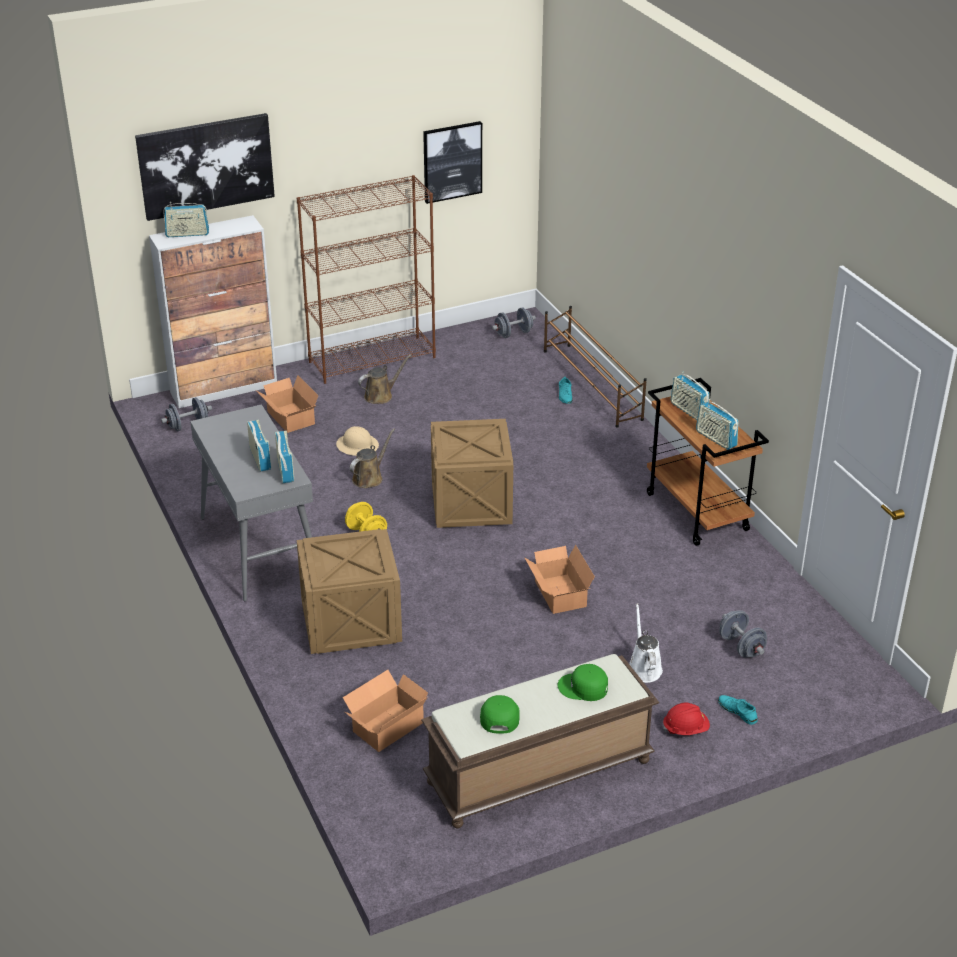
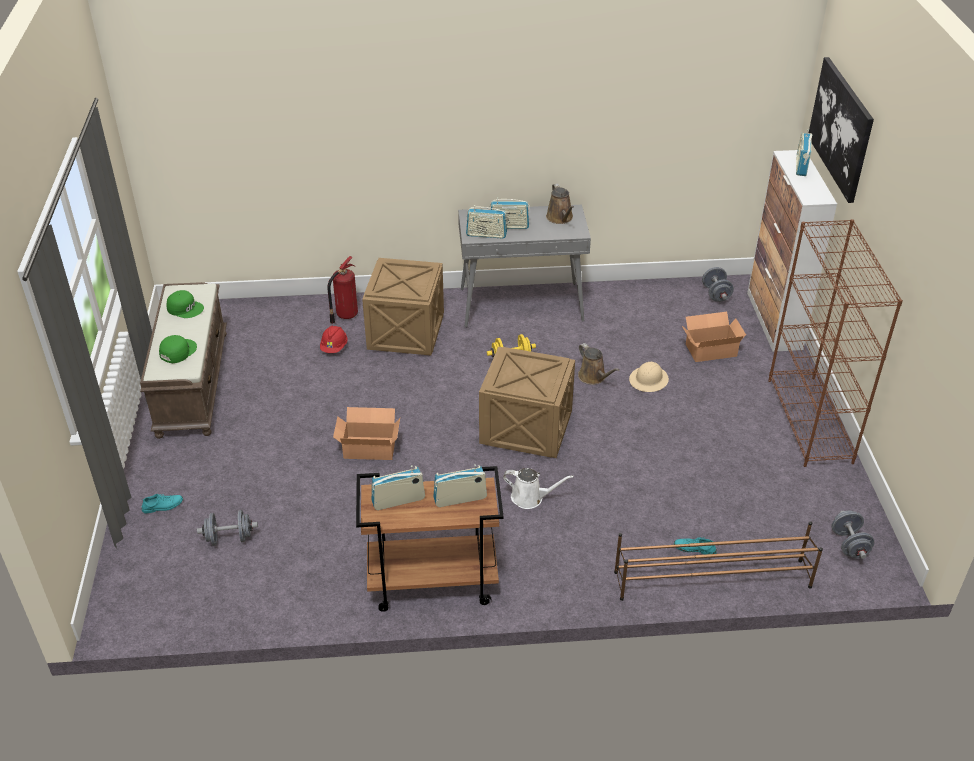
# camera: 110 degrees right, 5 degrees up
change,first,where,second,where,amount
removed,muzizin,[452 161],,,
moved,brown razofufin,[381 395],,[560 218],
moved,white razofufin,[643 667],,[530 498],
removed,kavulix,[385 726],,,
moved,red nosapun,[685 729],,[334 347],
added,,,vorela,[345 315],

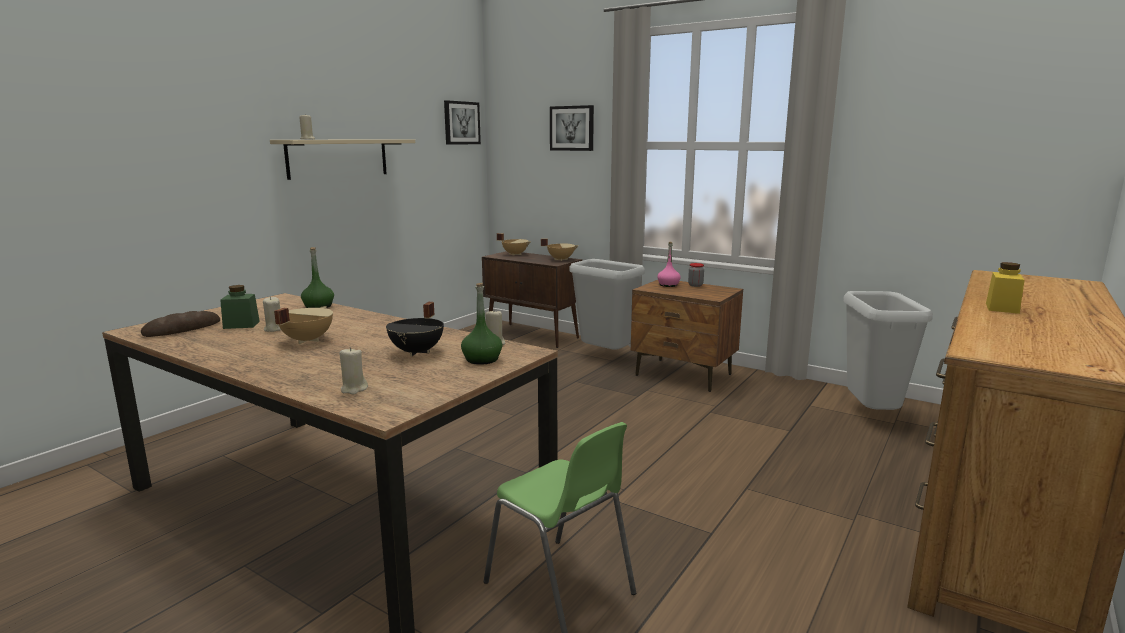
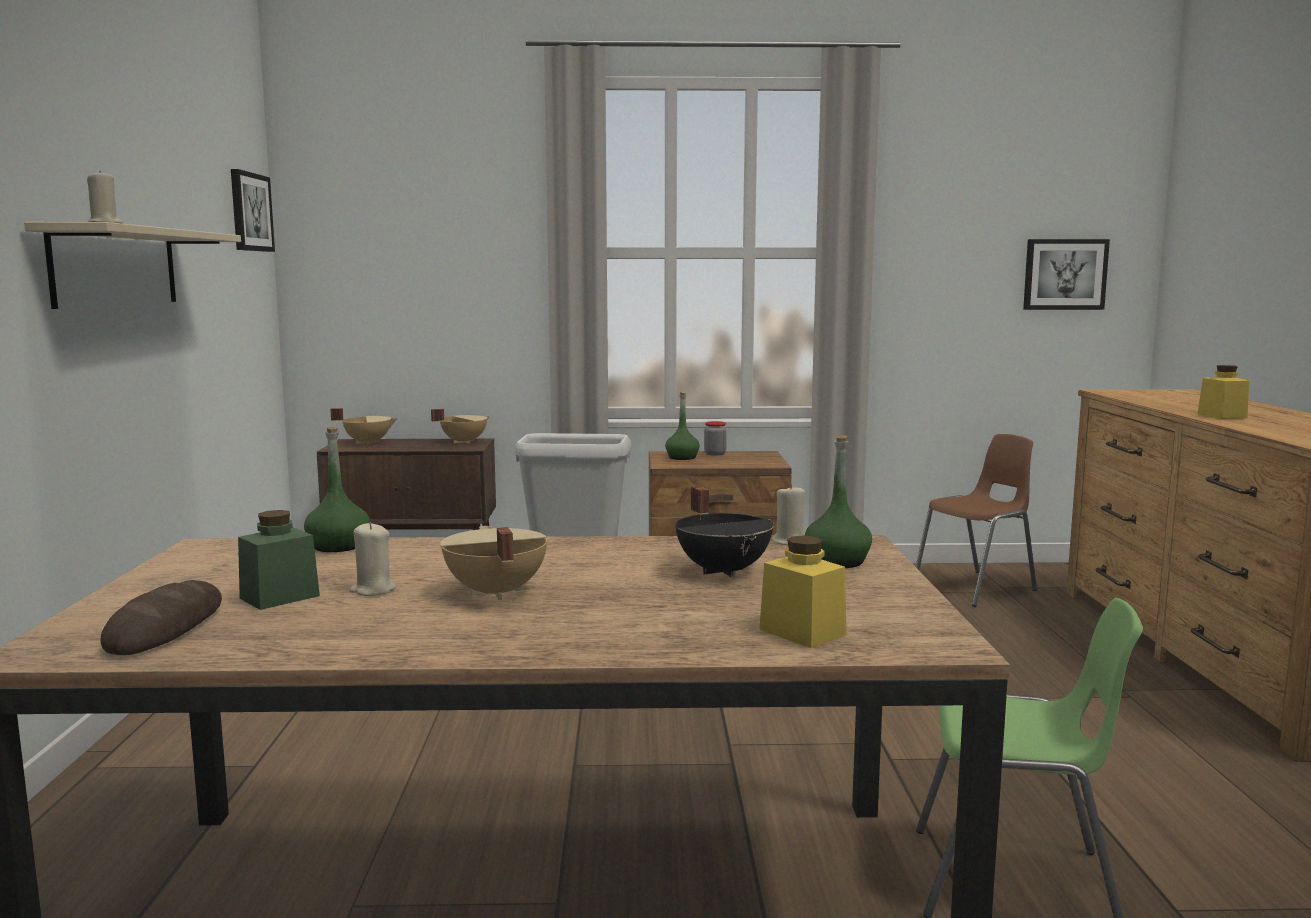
# camera: 35 degrees left, 5 degrees down
change,first,where,second,where,amount
moved,muzizin,[572 128],,[1064 274],
recoloured,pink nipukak,[668 285],green nipukak,[682 457],
replaced,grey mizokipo,[872 415],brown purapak,[976 588],
replaced,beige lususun,[354 389],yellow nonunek,[802 632],

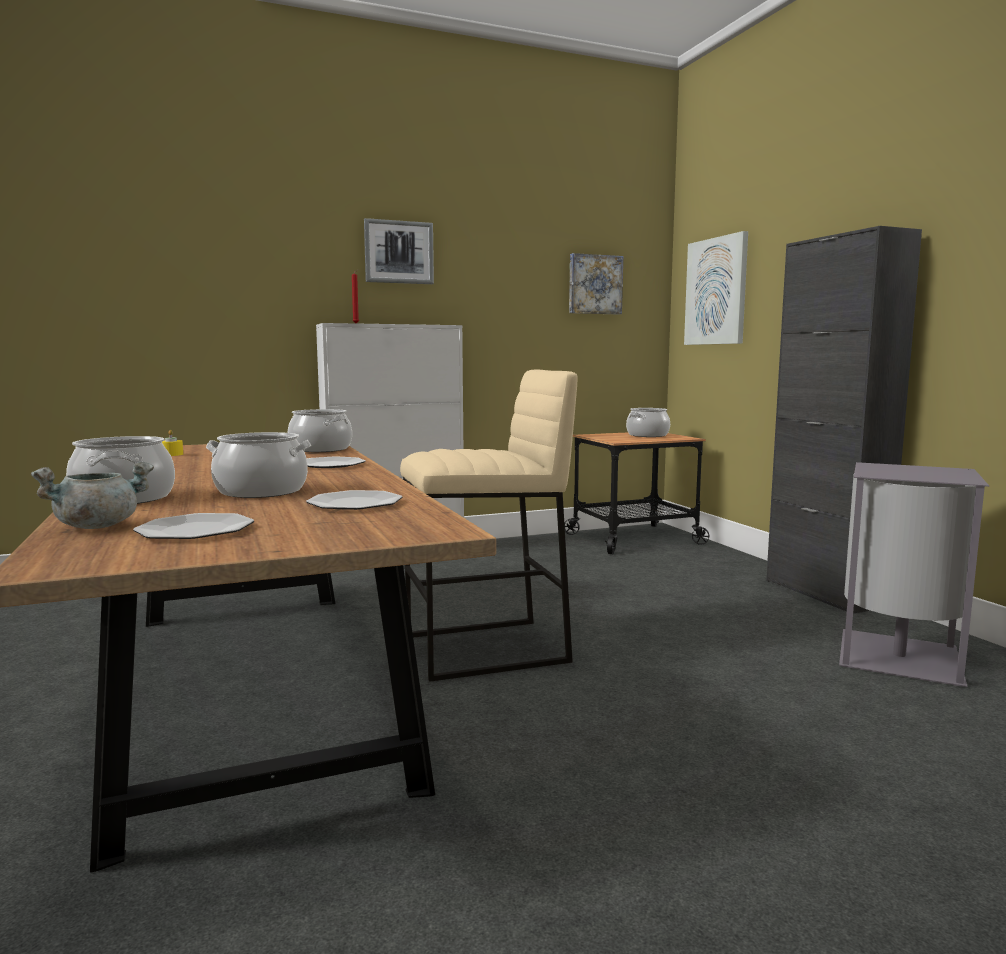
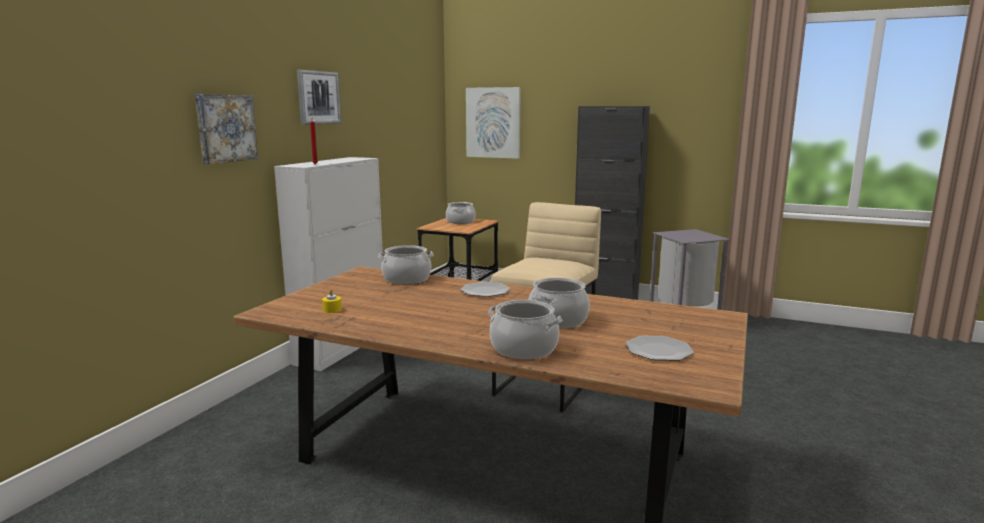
# camera: 45 degrees left, 5 degrees up
change,first,where,second,where,amount
moved,muzizin,[594 284],,[225 128],
removed,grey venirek,[98 526],,,
removed,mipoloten,[355 503],,,

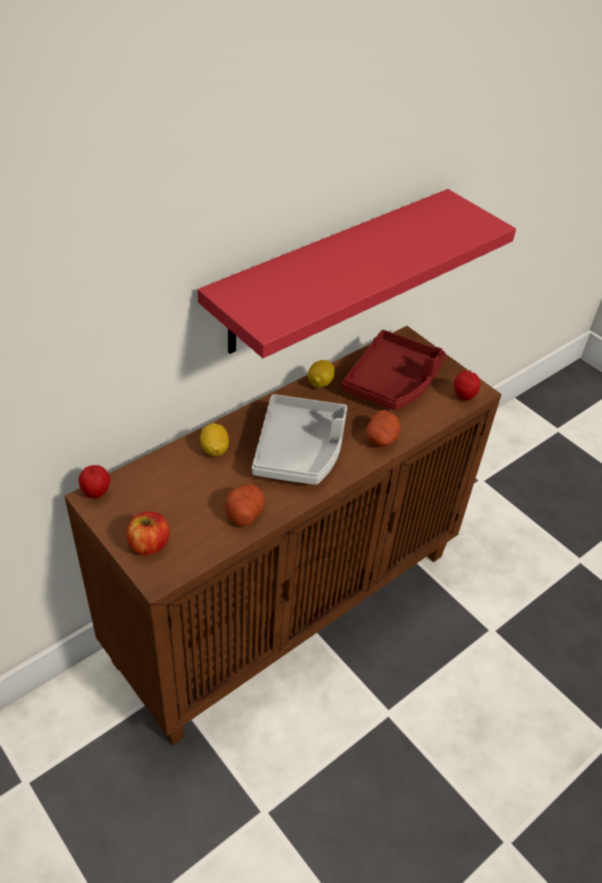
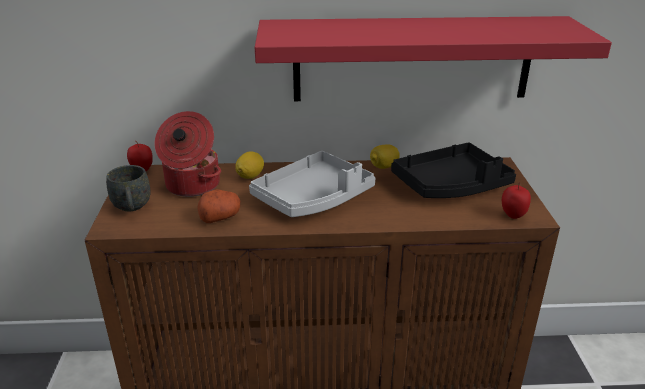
# camera: 40 degrees right, 15 degrees down
change,first,where,second,where,amount
recoloured,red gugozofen,[393 382],black gugozofen,[451 185],
removed,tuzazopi,[382 439],,,
replaced,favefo,[149 544],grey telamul,[132 208],
added,,,venirek,[191 185],

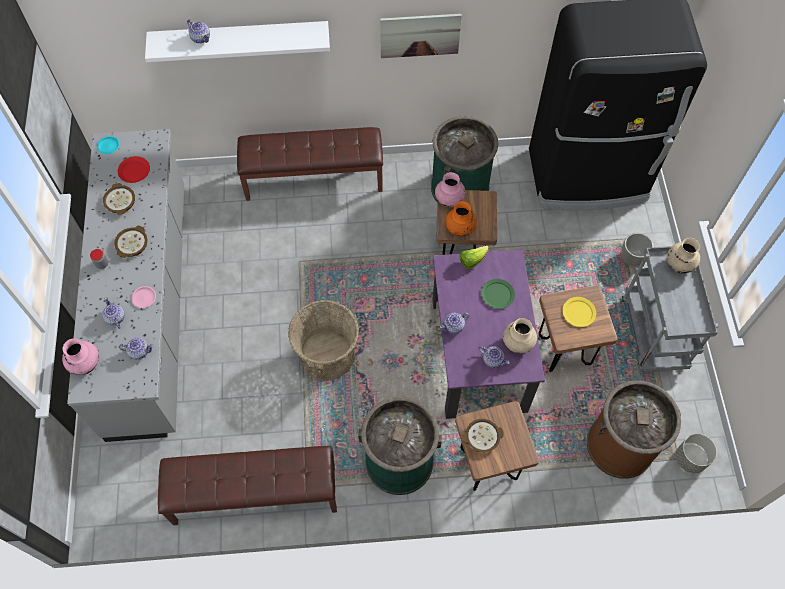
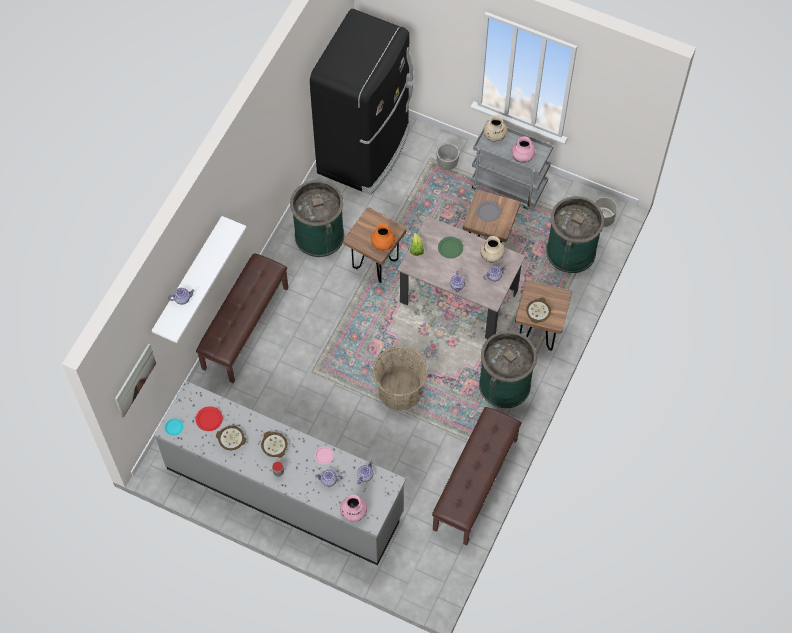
# camera: 60 degrees left, 0 degrees up
change,first,where,second,where,amount
moved,muzizin,[420 35],,[134 380],
moved,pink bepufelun,[449 200],,[522 157],
recoloured,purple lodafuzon,[478 354],beige lodafuzon,[458 297],
recoloured,yellow mipoloten,[579 312],grey mipoloten,[488 211],
recoloured,brown mizokipo,[620 445],green mizokipo,[571 251],

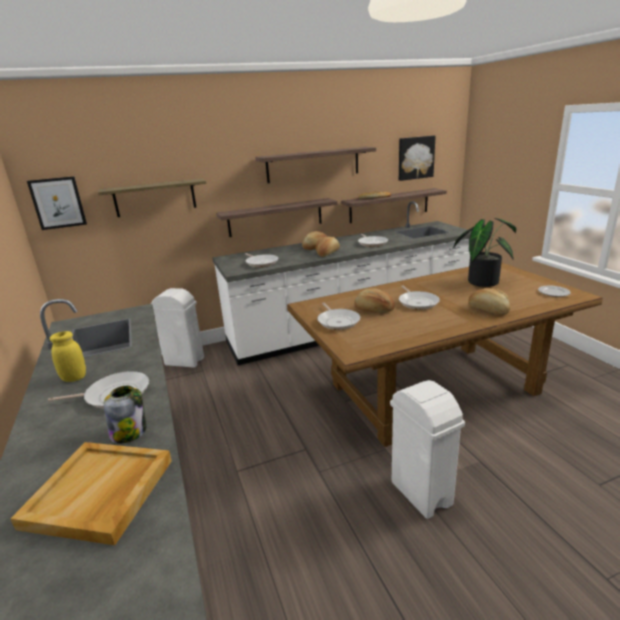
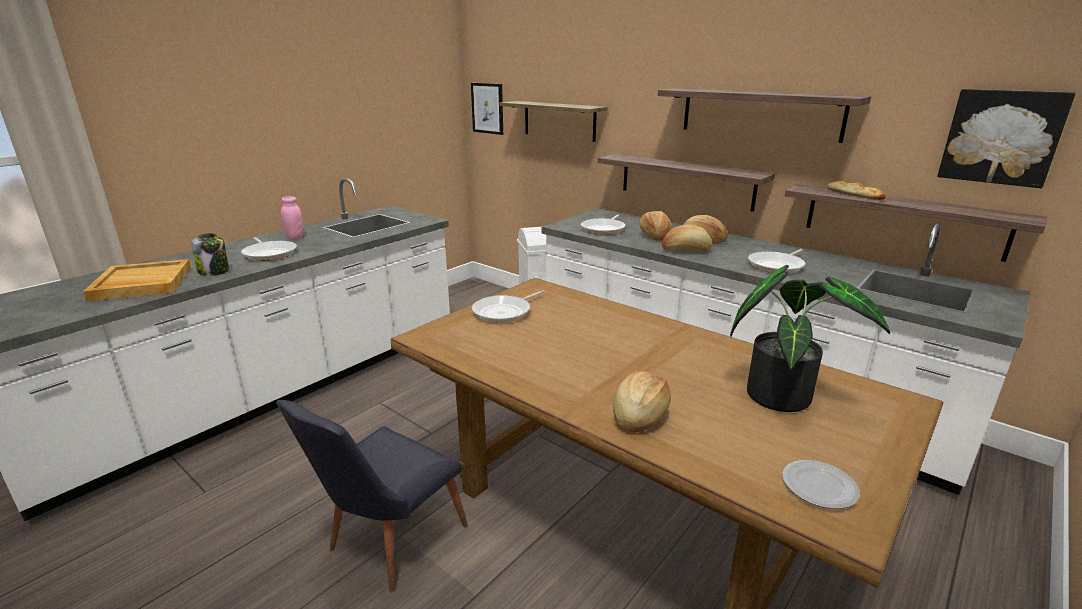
# camera: 60 degrees right, 0 degrees up
change,first,where,second,where,amount
removed,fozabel,[417 302],,,
moved,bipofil,[374 310],,[655 235],
recoloured,yellow nonunek,[74 378],pink nonunek,[295 237],
replaced,white mizokipo,[421 494],black purapak,[387 544],

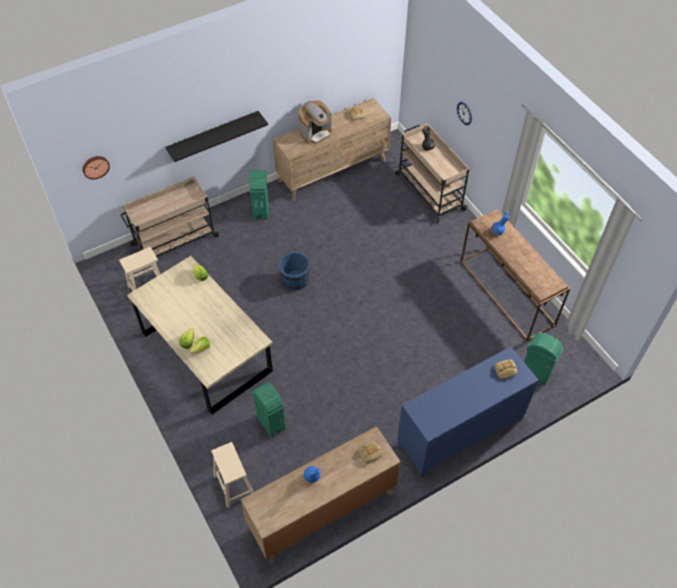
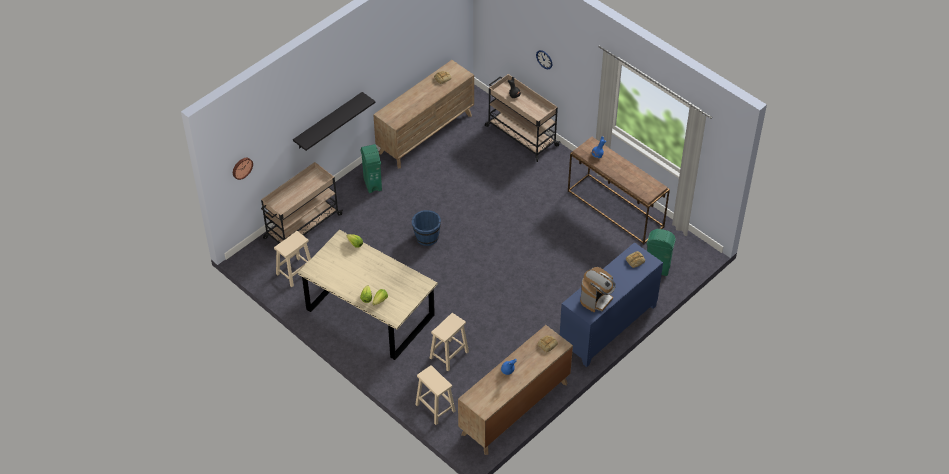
# camera: 15 degrees left, 5 degrees down
change,first,where,second,where,amount
moved,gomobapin,[316 133],,[596 299],
replaced,green mizokipo,[271 424],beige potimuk,[448 355],

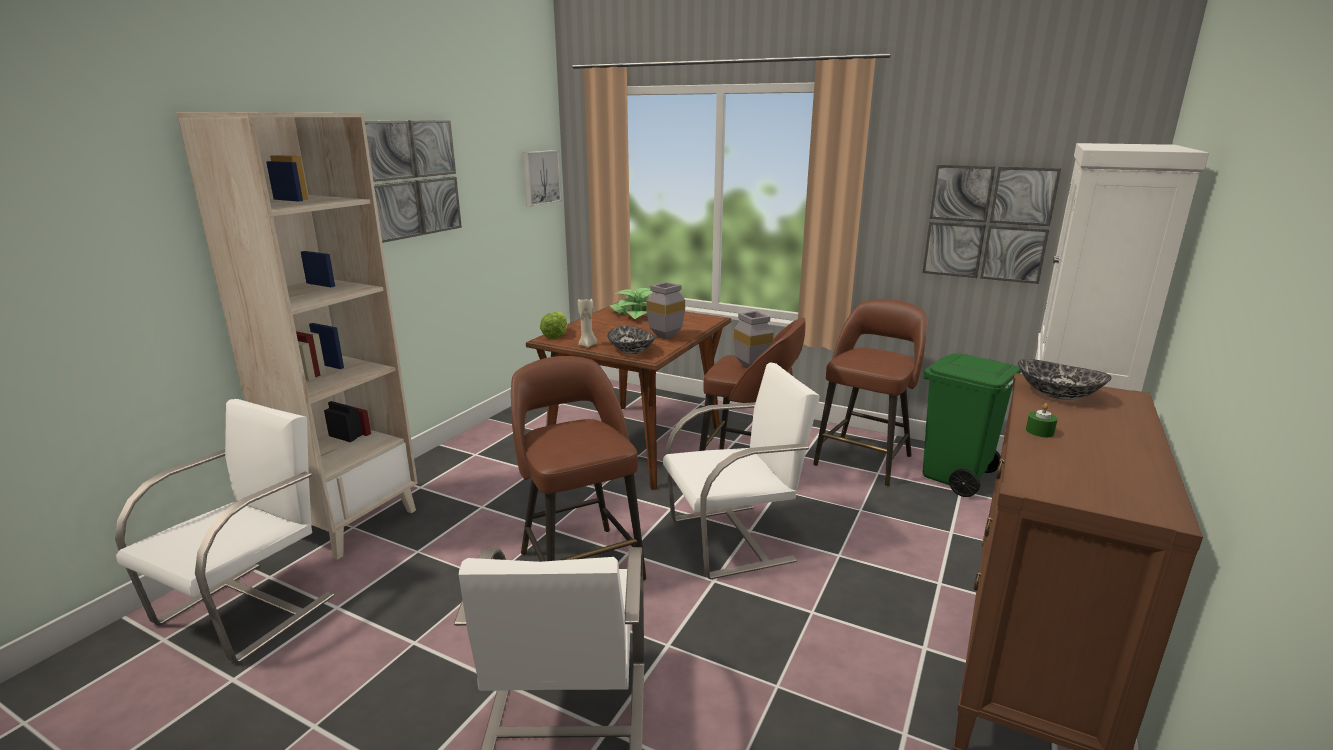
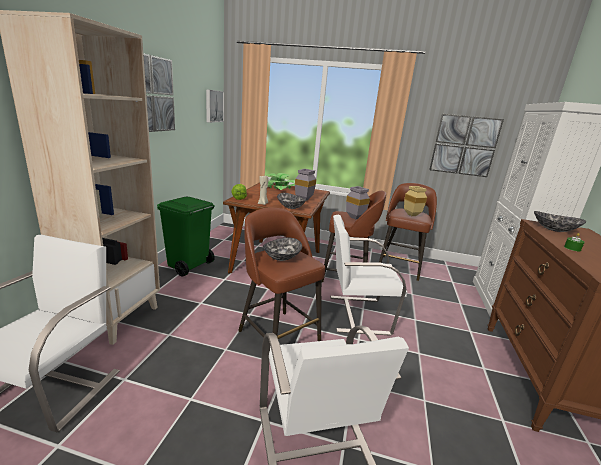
# camera: 15 degrees left, 0 degrees up
change,first,where,second,where,amount
moved,green mizokipo,[956 477],,[188 266],
turned,white purapak,[733 539],,[357 314],150 degrees counterclockwise
added,,,beige bepufelun,[410 215],
added,,,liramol,[281 257],

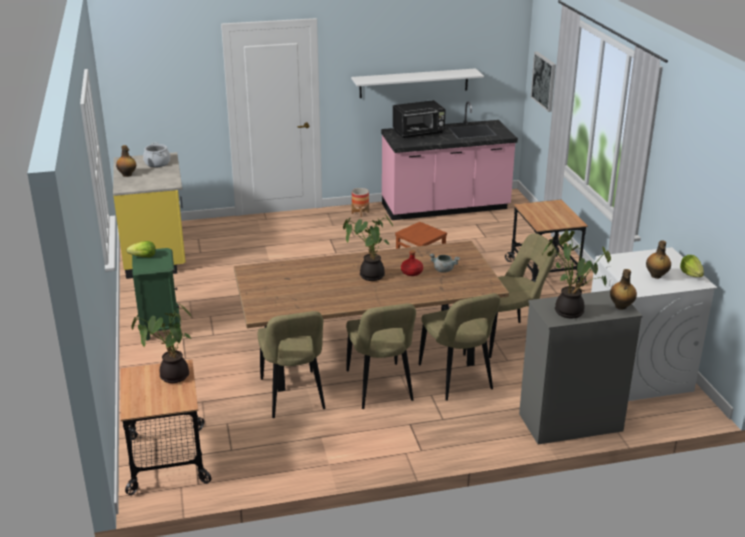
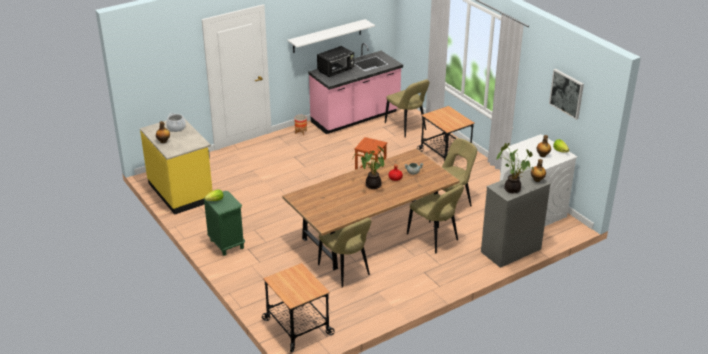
# camera: 20 degrees left, 5 degrees up
change,first,where,second,where,amount
moved,muzizin,[544 81],,[567 93],
moved,beige purapak,[380 388],,[406 127],
removed,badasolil,[171 376],,,

